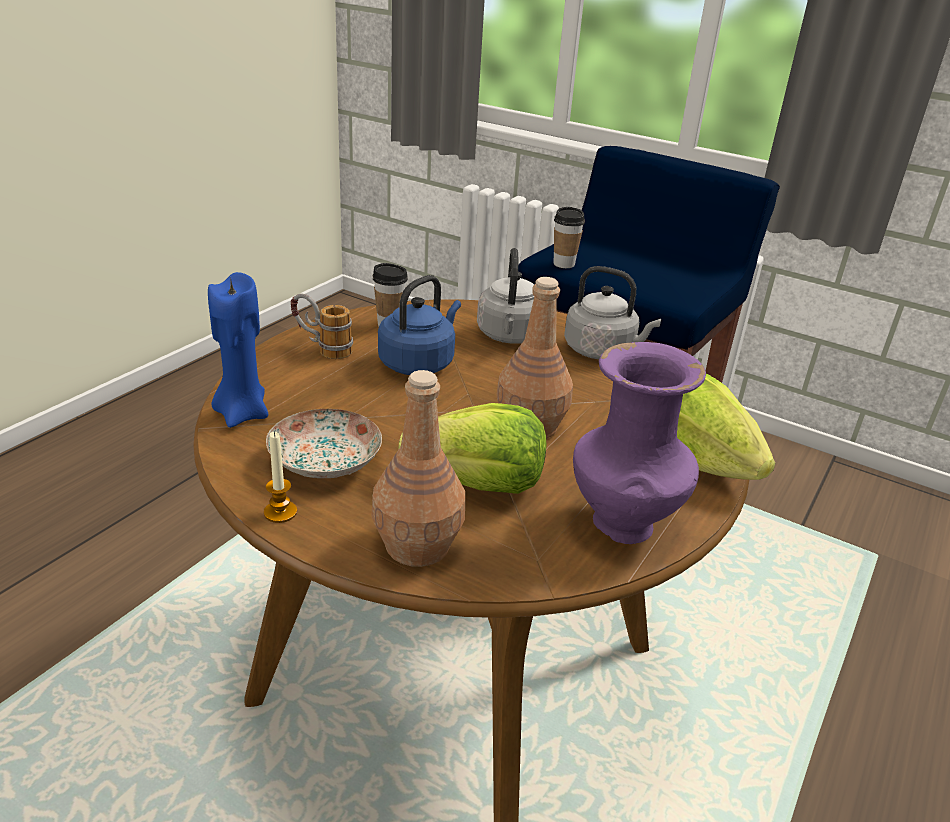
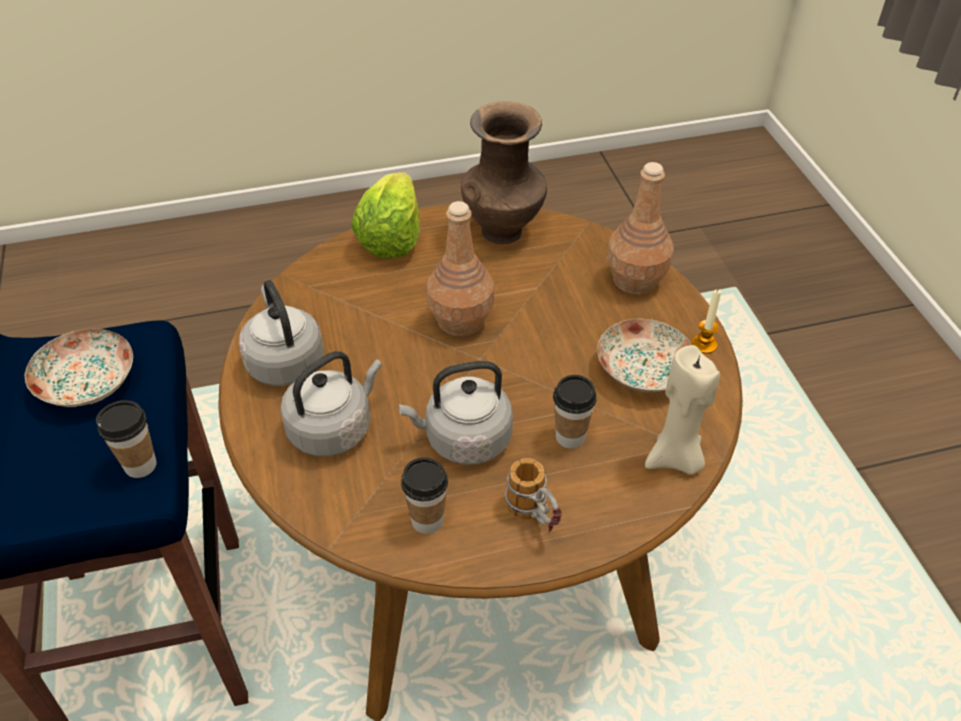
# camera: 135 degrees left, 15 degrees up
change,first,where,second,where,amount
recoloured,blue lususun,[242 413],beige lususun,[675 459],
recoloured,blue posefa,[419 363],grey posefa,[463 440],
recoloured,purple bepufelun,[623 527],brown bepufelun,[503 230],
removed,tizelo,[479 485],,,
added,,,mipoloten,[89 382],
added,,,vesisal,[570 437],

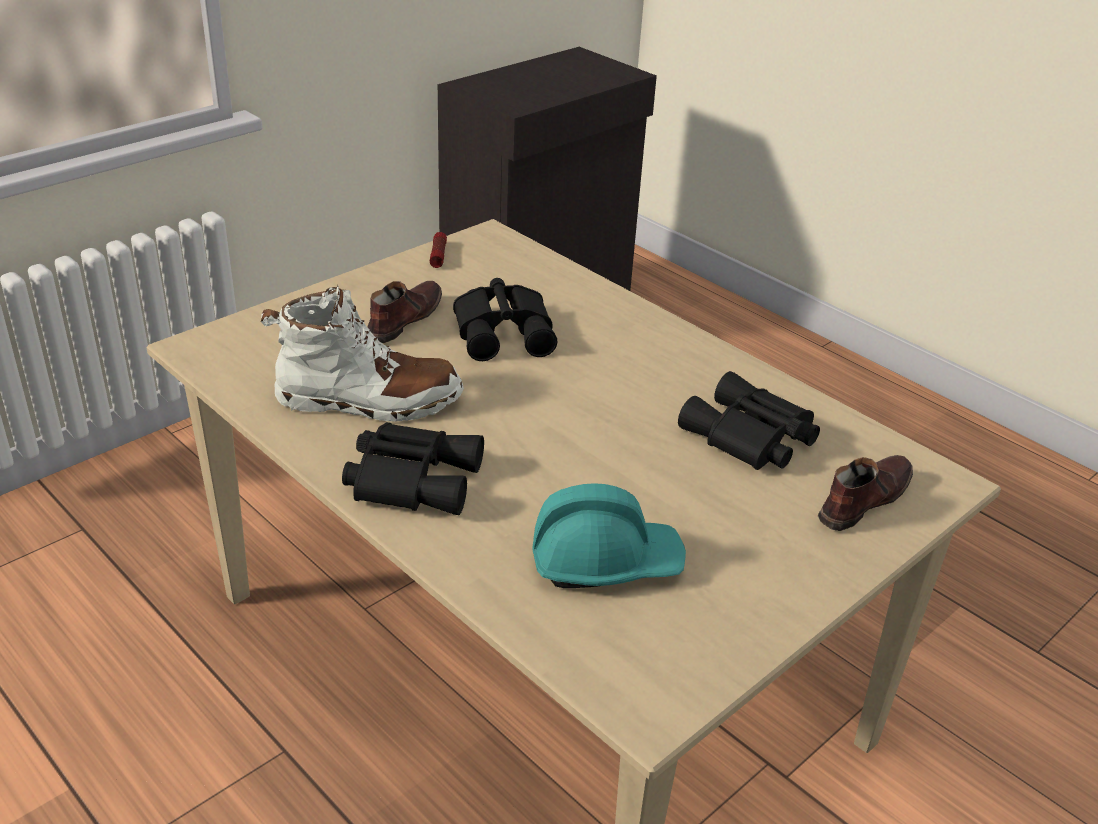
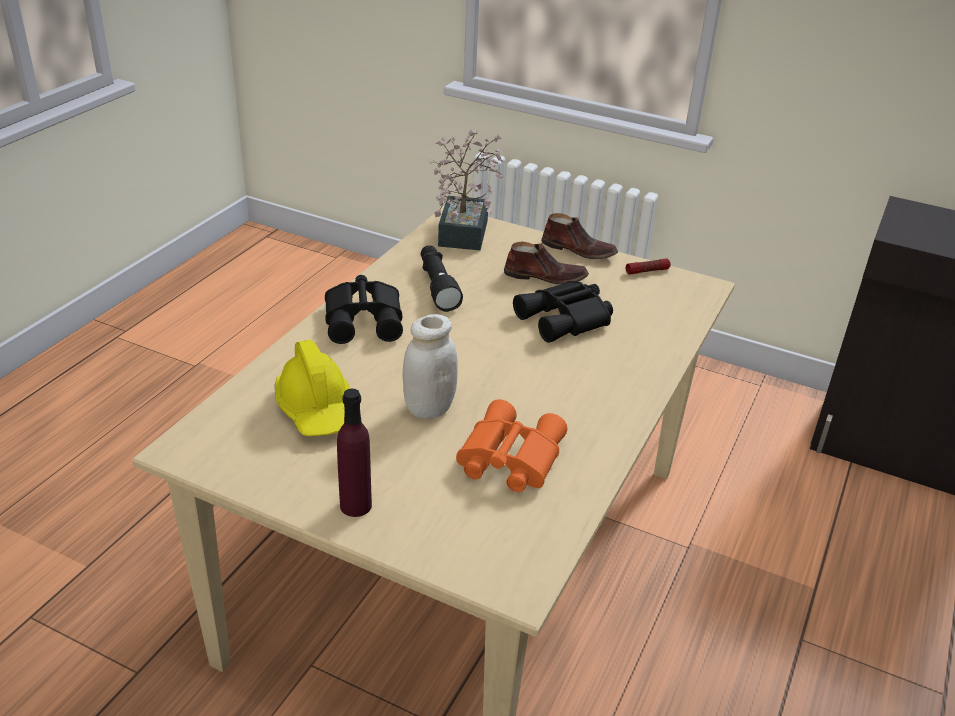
# camera: 70 degrees right, 0 degrees up
change,first,where,second,where,amount
replaced,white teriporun,[368 401],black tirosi,[437 286],
recoloured,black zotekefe,[749 438],orange zotekefe,[507 458],
moved,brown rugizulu,[862 500],,[579 250],
recoloured,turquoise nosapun,[605 561],yellow nosapun,[316 409],
added,,,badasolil,[465 229],
added,,,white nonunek,[429 408],
added,,,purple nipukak,[355 505],

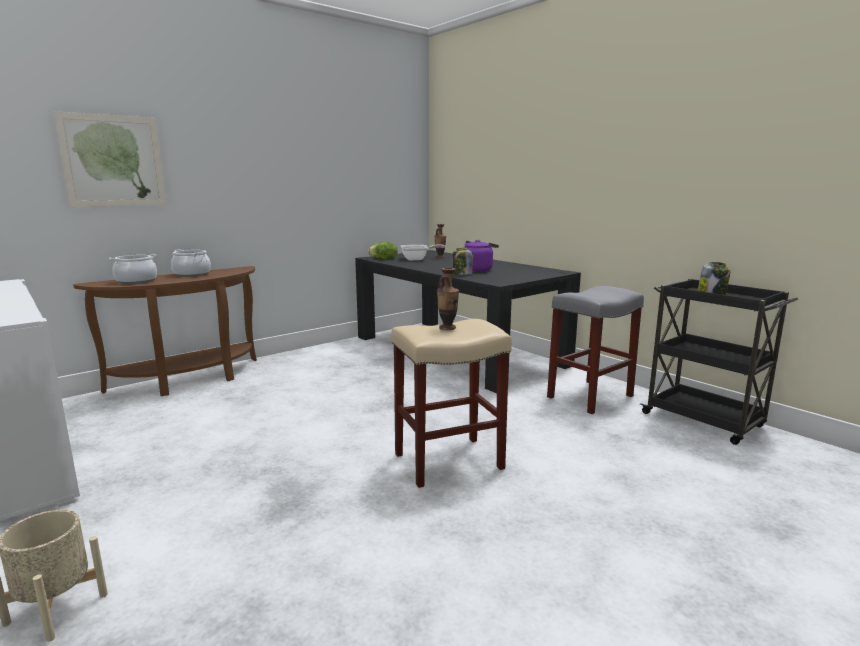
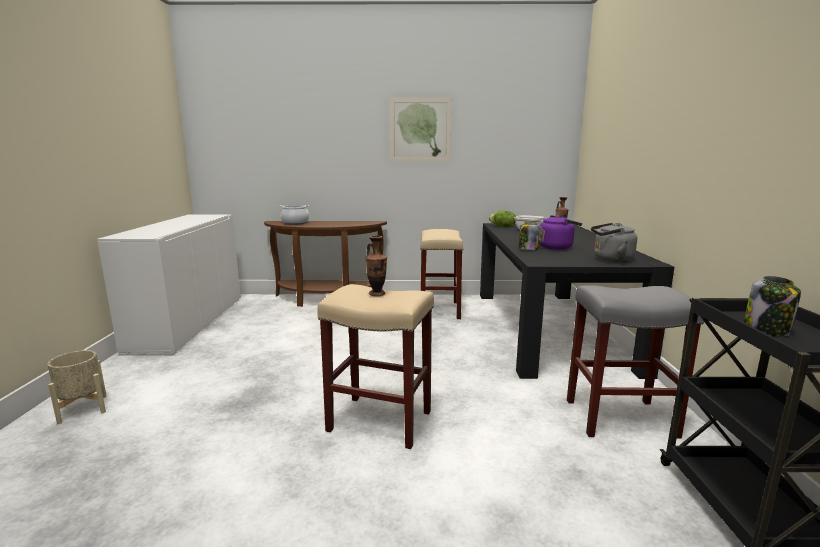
# camera: 40 degrees right, 0 degrees up
change,first,where,second,where,amount
moved,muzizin,[113 161],,[420 130],
removed,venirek,[192 274],,,
added,,,grey posefa,[610 259],
added,,,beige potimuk,[439 309],

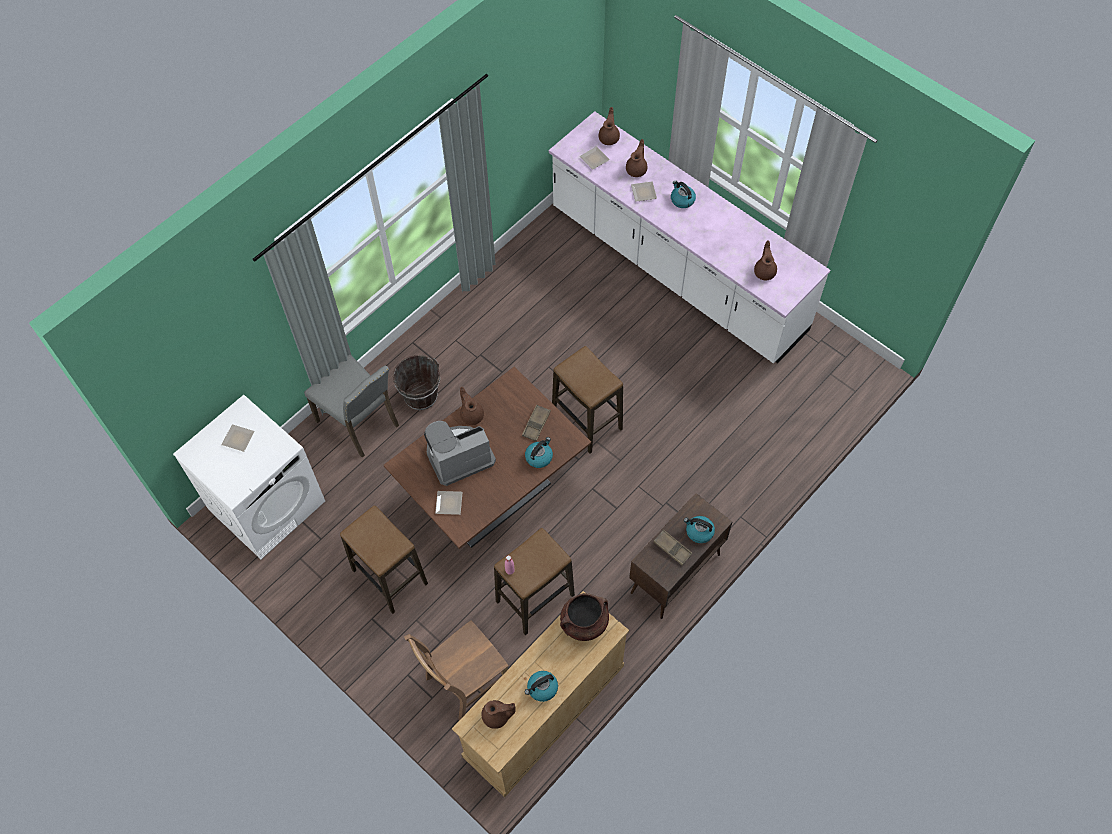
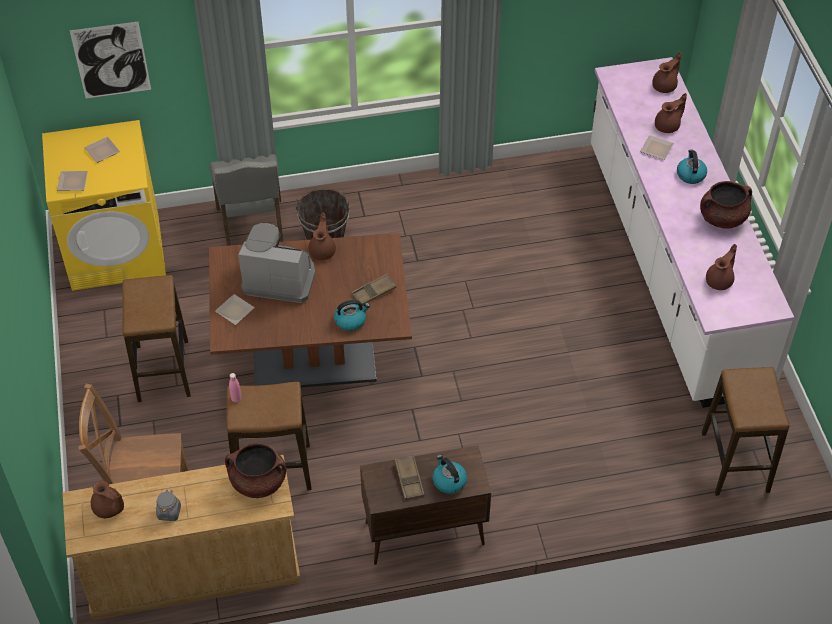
# camera: 35 degrees right, 10 degrees down
change,first,where,second,where,amount
moved,mipoloten,[593 159],,[72 181],
moved,potimuk,[587 421],,[735 462],
recoloured,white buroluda,[267 504],yellow buroluda,[116 251],
replaced,posefa,[542 688],grey nonunek,[169 512],
added,,,muzizin,[111 60],
added,,,brown venirek,[722 218],

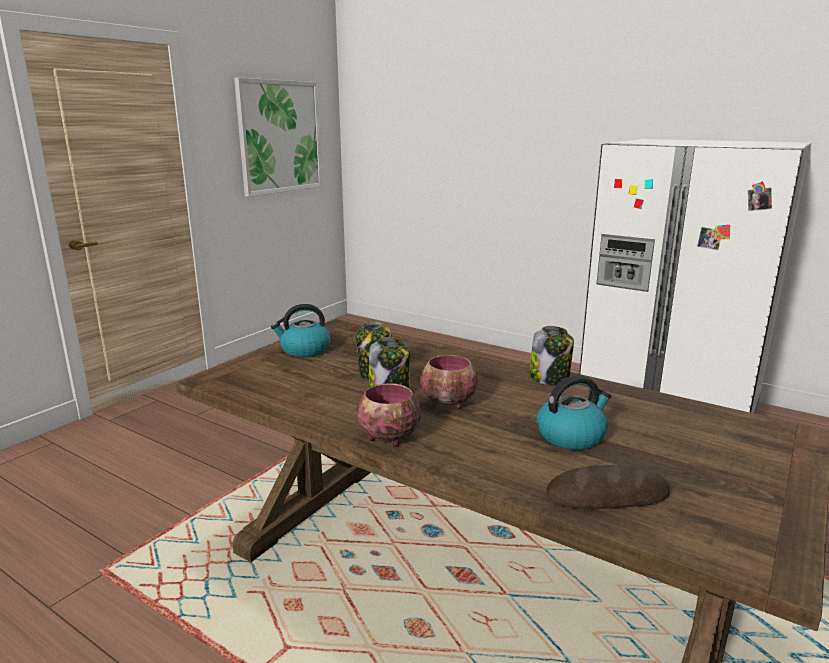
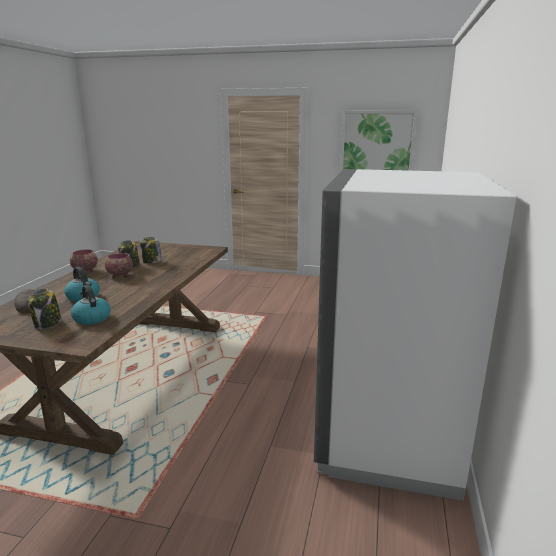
# camera: 70 degrees right, 0 degrees up
change,first,where,second,where,amount
moved,posefa,[304 350],,[91 318],
moved,nonunek,[550 378],,[47 324],

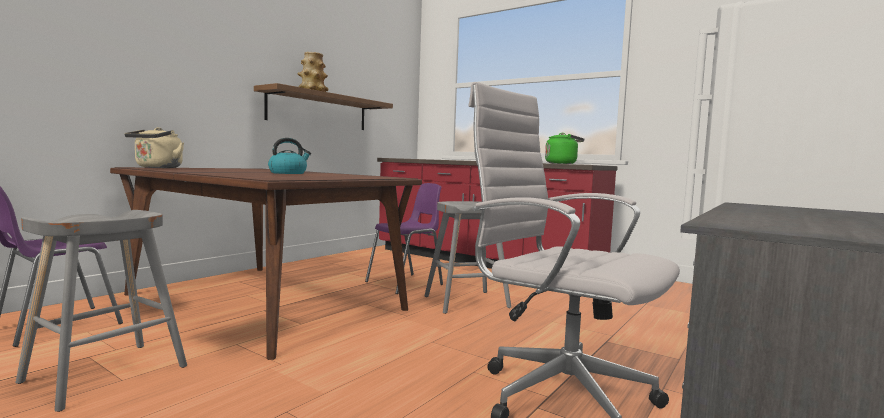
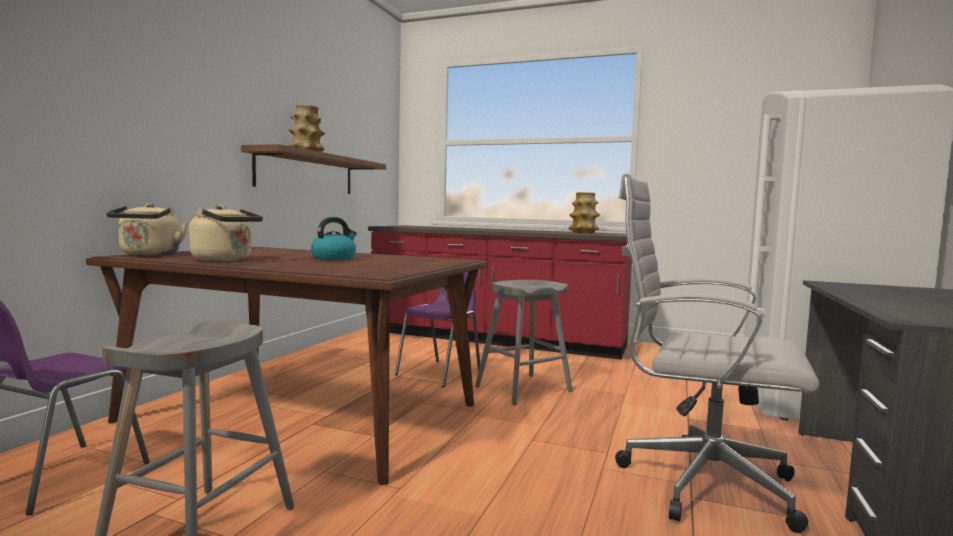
# camera: 15 degrees left, 0 degrees up
change,first,where,second,where,amount
replaced,green posefa,[562 163],bepufelun,[583 232],
added,,,beige posefa,[225 260],

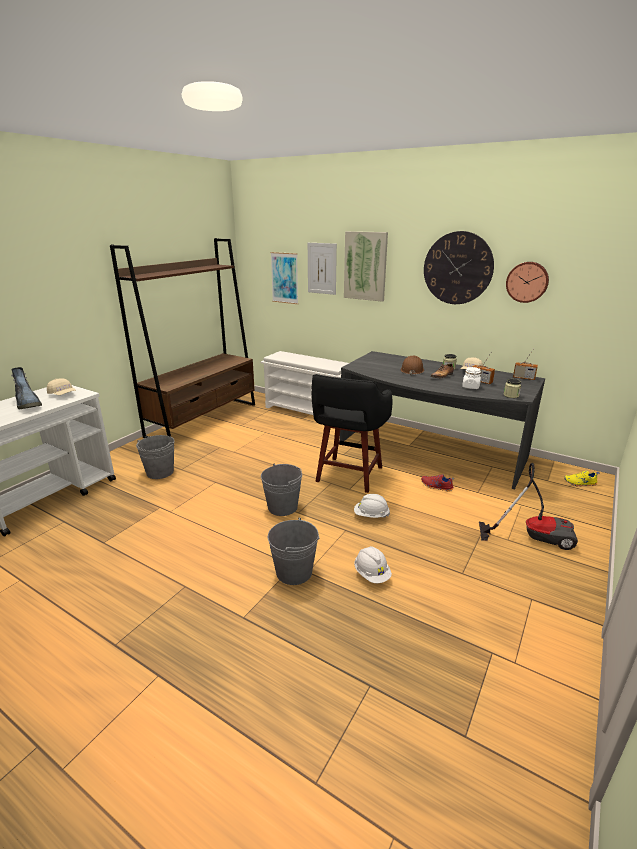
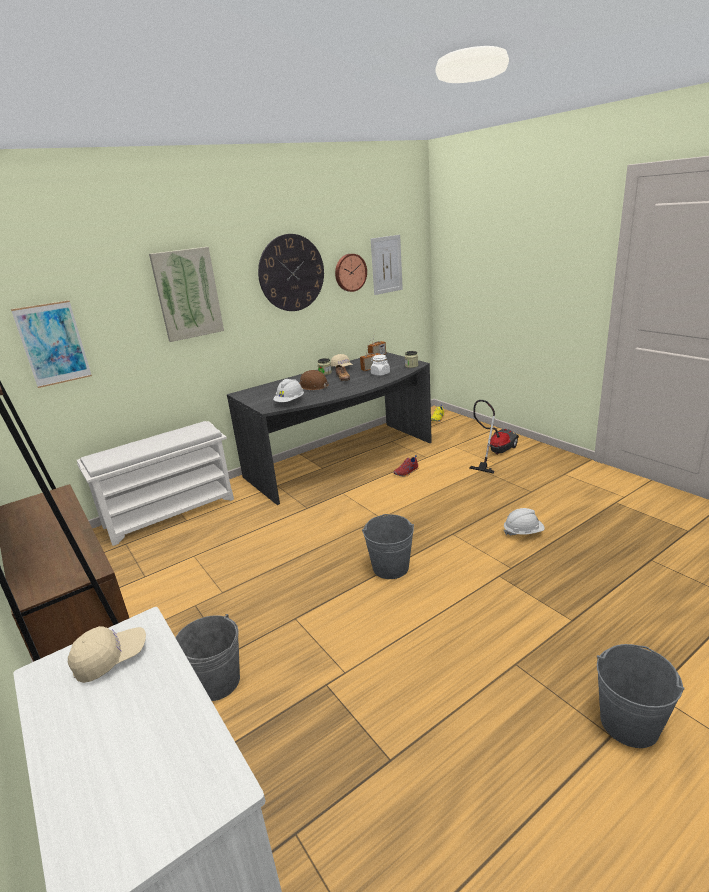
# camera: 65 degrees left, 0 degrees up
change,first,where,second,where,amount
moved,muzizin,[322 268],,[386 264],
removed,teriporun,[29 404],,,
removed,black potimuk,[348 475],,,
moved,white nosapun,[371 515],,[290 402],
moved,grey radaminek,[294 572],,[629 723],

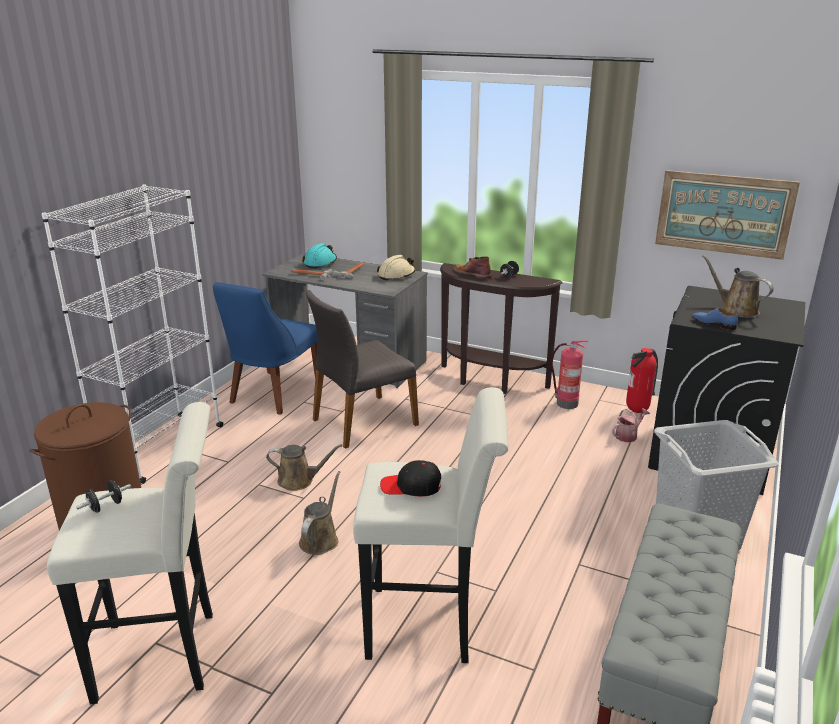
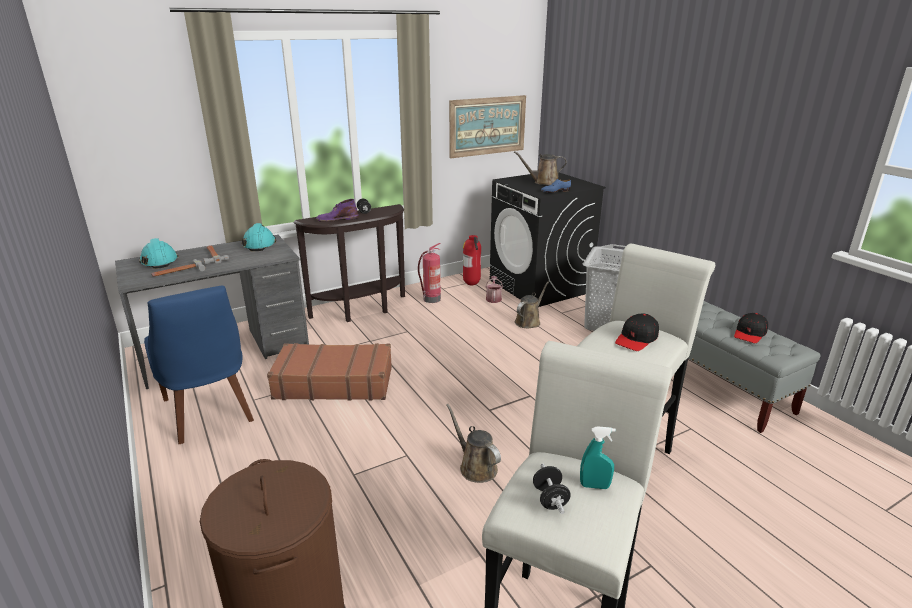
# camera: 55 degrees left, 0 degrees up
change,first,where,second,where,amount
removed,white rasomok,[162 447],,,
recoloured,beige nosapun,[396 275],turquoise nosapun,[259 244],
recoloured,brown teriporun,[472 274],purple teriporun,[337 219],
replaced,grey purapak,[363 422],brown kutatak,[334 382],
moved,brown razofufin,[299 480],,[529 321],
added,,,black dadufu,[750 333],
added,,,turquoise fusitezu,[594 486],

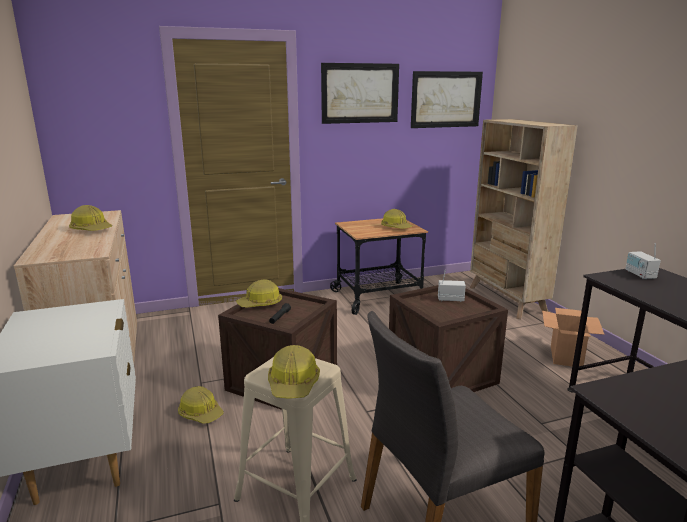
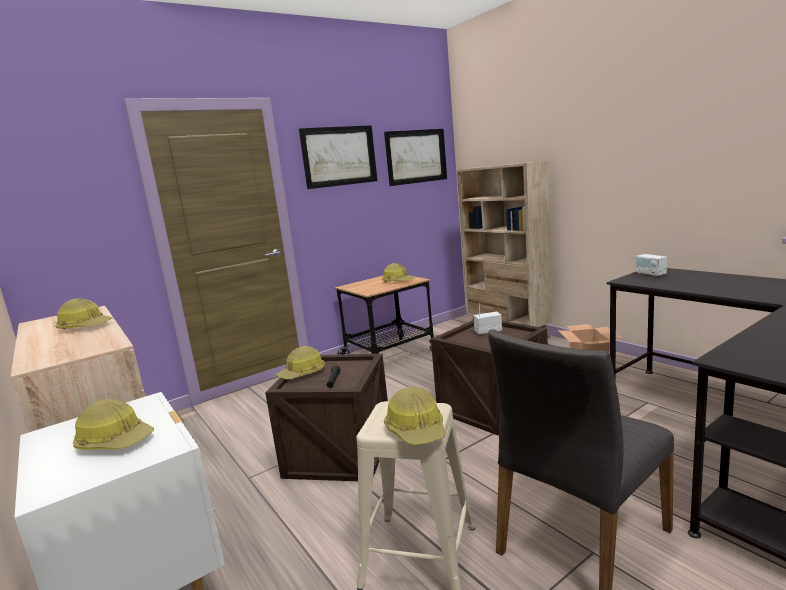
# camera: 15 degrees left, 5 degrees down
change,first,where,second,where,amount
moved,nosapun,[201 413],,[115 441],

